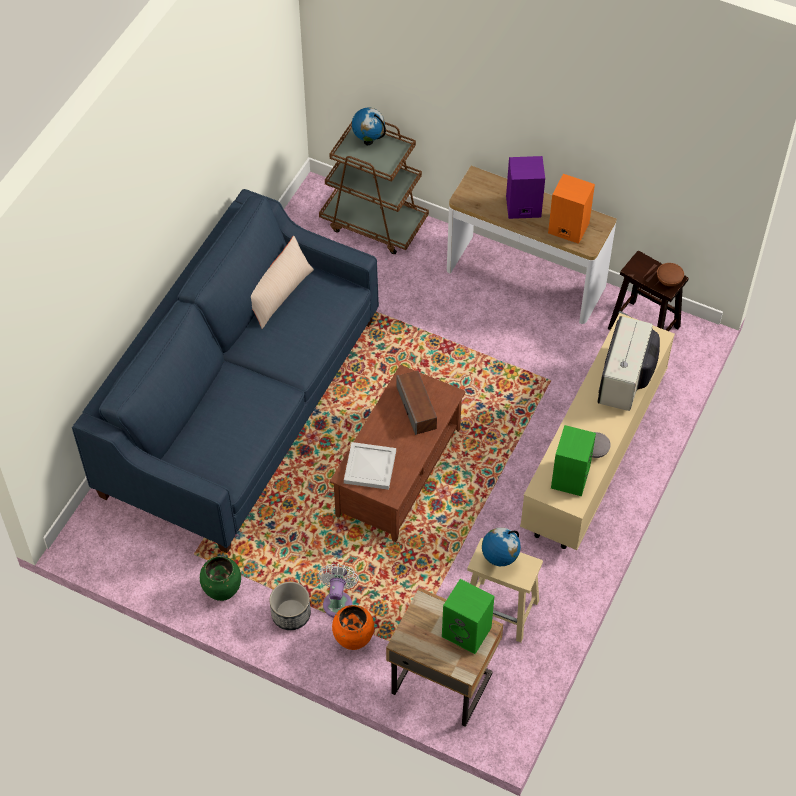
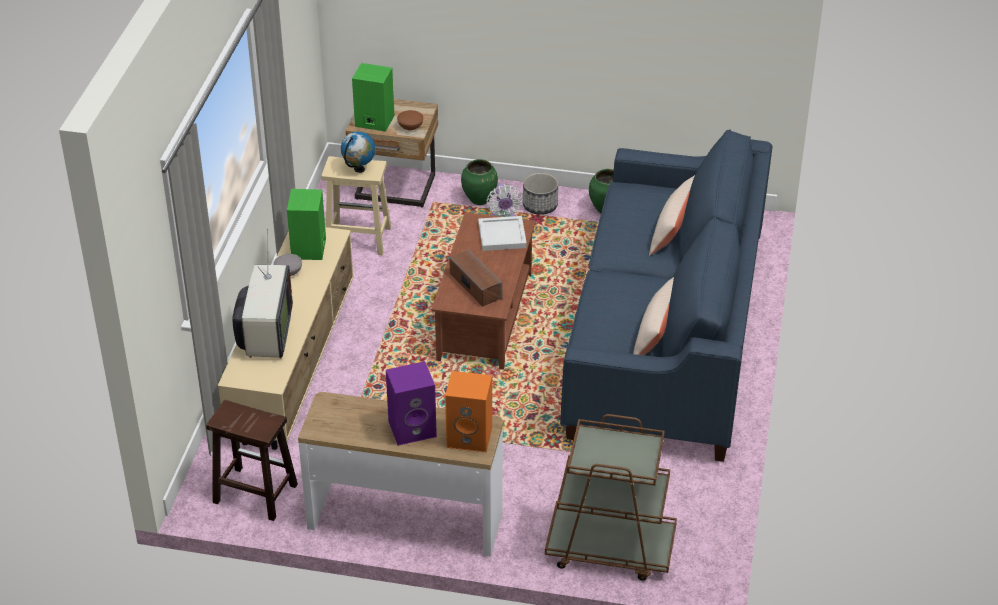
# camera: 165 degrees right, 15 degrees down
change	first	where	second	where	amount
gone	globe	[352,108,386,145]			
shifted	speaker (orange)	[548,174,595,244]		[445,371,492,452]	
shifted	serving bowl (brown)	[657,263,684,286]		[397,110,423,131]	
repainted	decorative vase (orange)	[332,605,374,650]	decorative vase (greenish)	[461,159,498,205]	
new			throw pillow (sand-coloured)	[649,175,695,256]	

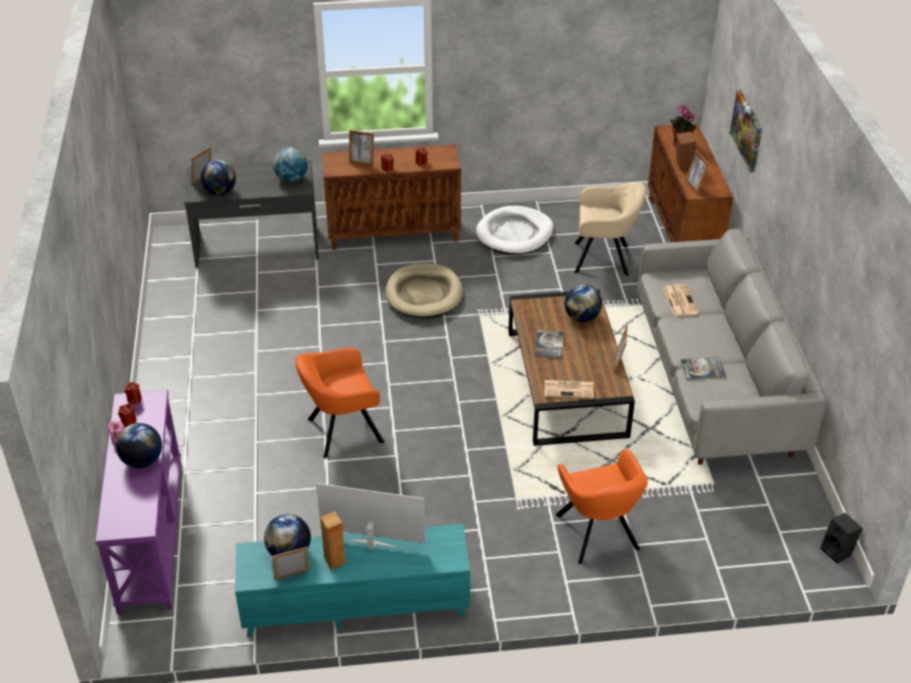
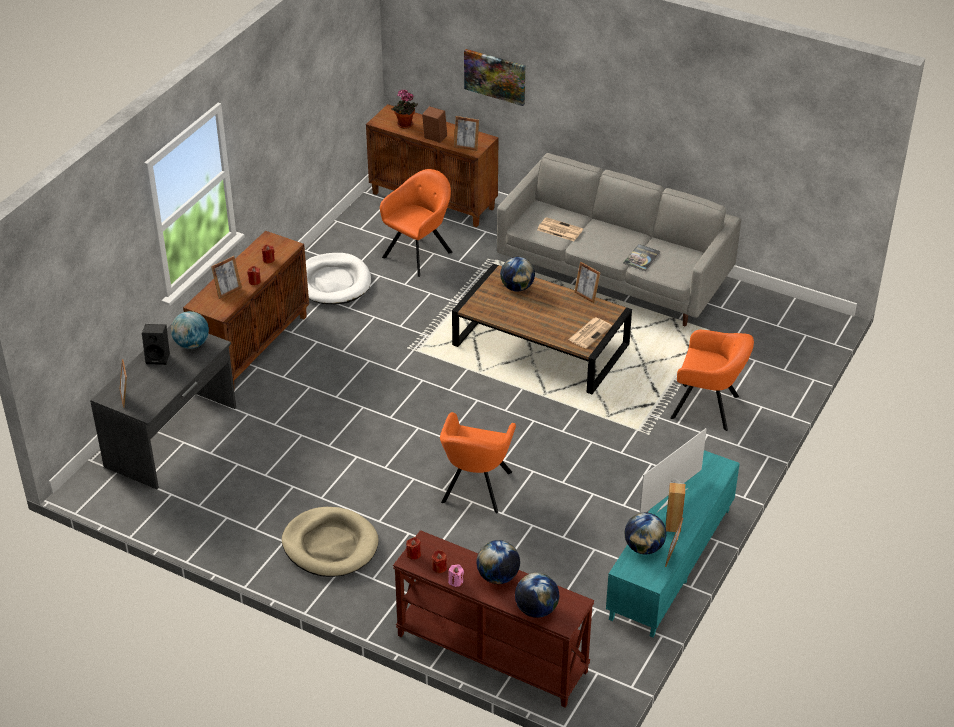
# camera: 55 degrees left, 0 degrees up
change	first	where	second	where	amount
shifted	globe	[201,160,236,195]		[515,573,559,618]	
repainted	armchair (sand-coloured)	[574,182,646,276]	armchair (orange)	[380,169,453,277]	
shifted	dog bed (sand-coloured)	[386,263,463,318]		[282,507,379,577]	
gone	volume	[534,330,565,358]			
repainted	console table (purplish)	[95,390,182,615]	console table (brown)	[393,530,594,708]	
shifted	speaker (black-coloured)	[821,513,863,564]		[142,324,170,365]	

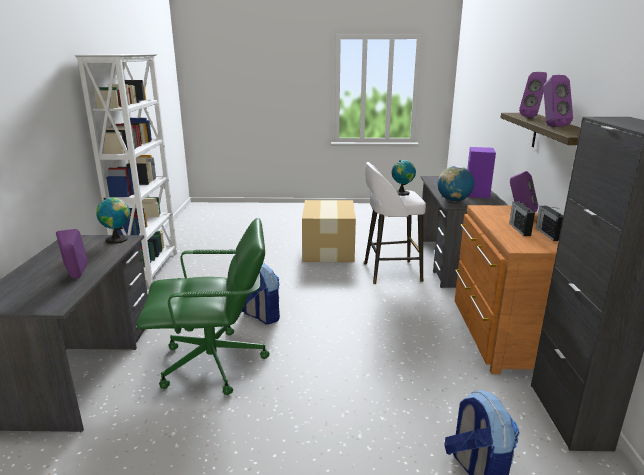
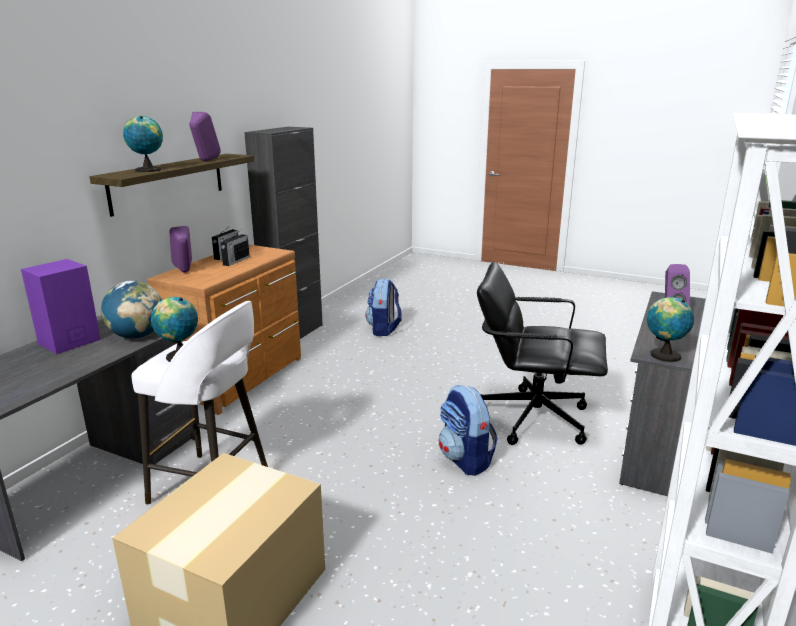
# camera: 155 degrees left, 0 degrees up
change	first	where	second	where	amount
swapped	speaker (purplish)	[519,72,547,118]	globe	[123,116,163,172]	
repainted	desk chair (greenish)	[137,218,269,395]	desk chair (black-coloured)	[477,262,608,445]	

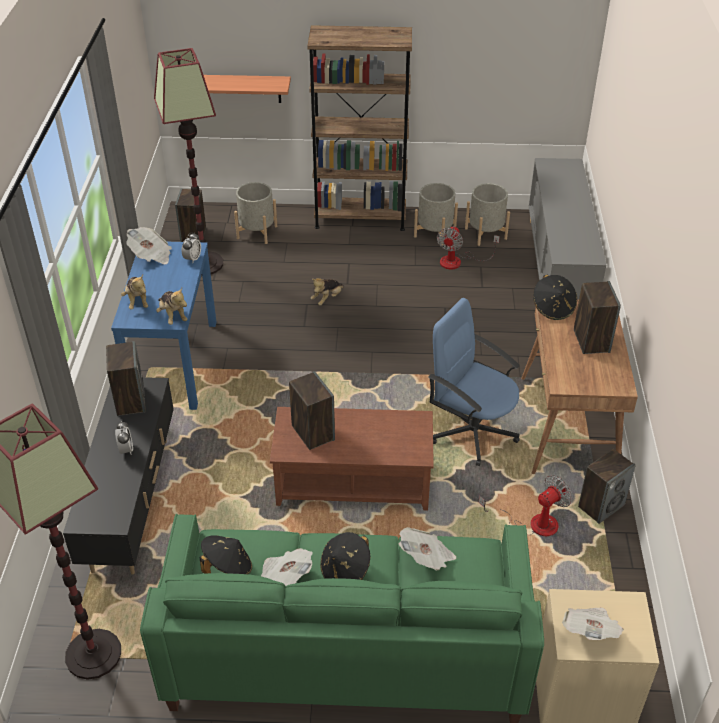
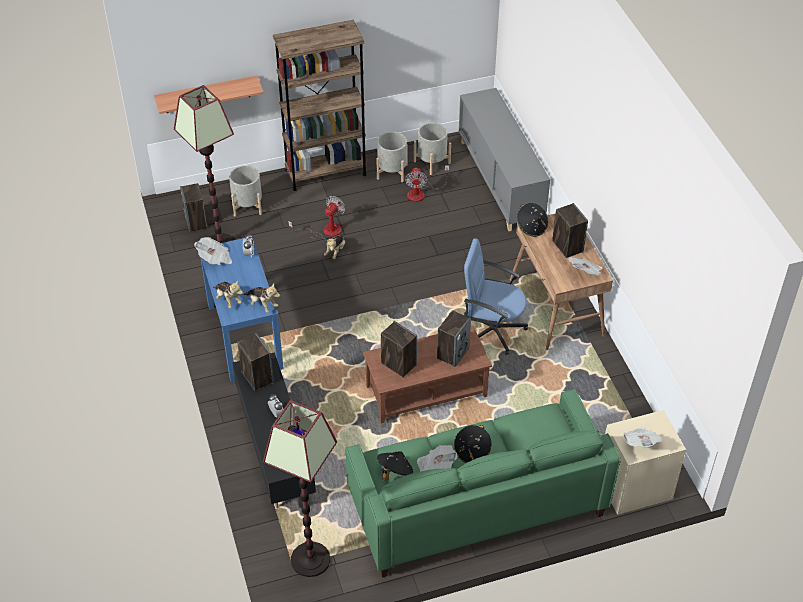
# camera: 20 degrees left, 5 degrees up
change	first	where	second	where	amount
shifted	speaker	[578,449,636,524]		[437,310,471,367]	
shifted	fan	[478,475,572,536]		[288,196,345,239]	
shifted	newspaper	[398,527,456,570]		[568,257,603,276]	

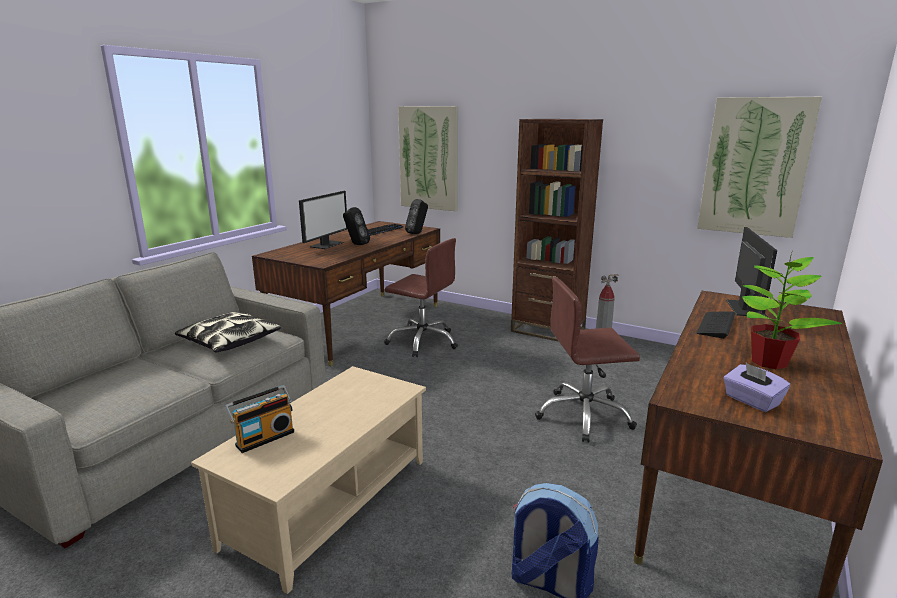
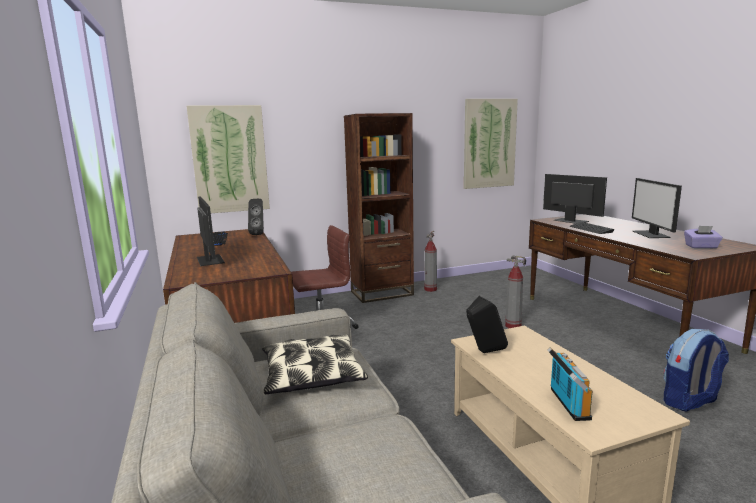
# camera: 50 degrees left, 5 degrees down
change	first	where	second	where	amount
shifted	speaker (black-coloured)	[343,207,370,245]		[466,296,508,353]	
swapped	potted plant	[742,250,842,369]	computer screen	[632,178,682,238]	
swapped	desk chair (brown)	[535,277,640,443]	fire-fighting cylinder	[505,255,526,328]	

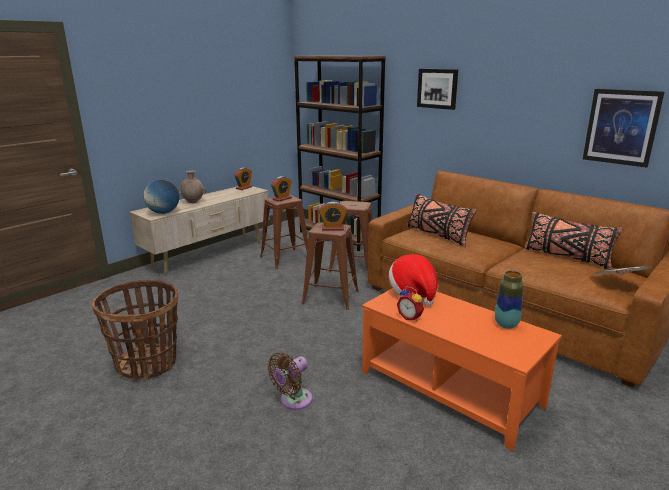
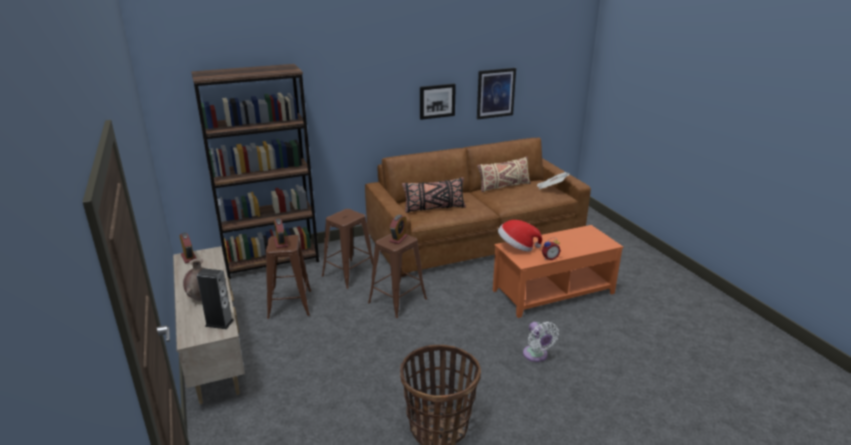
# camera: 65 degrees left, 5 degrees up
change	first	where	second	where	amount
shifted	wall art	[417,69,458,110]		[420,83,456,120]	
swapped	globe	[144,180,179,214]	speaker	[197,268,234,329]	
repainted	throw pillow (black-coloured)	[525,212,623,270]	throw pillow (sand-coloured)	[477,156,531,192]	
gone	decorative vase	[495,271,524,329]			
repainted	fan (brown)	[267,353,313,410]	fan (whitish)	[523,322,559,362]	

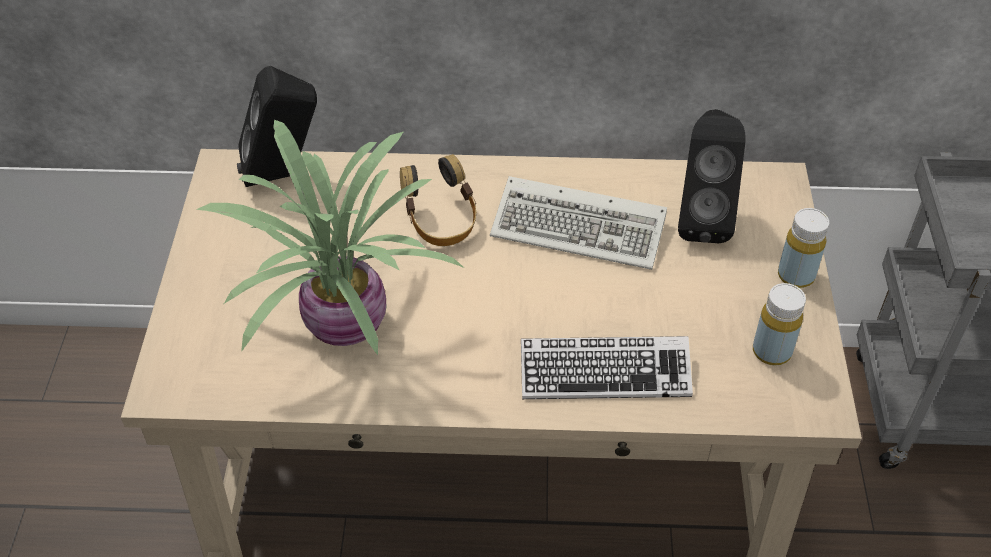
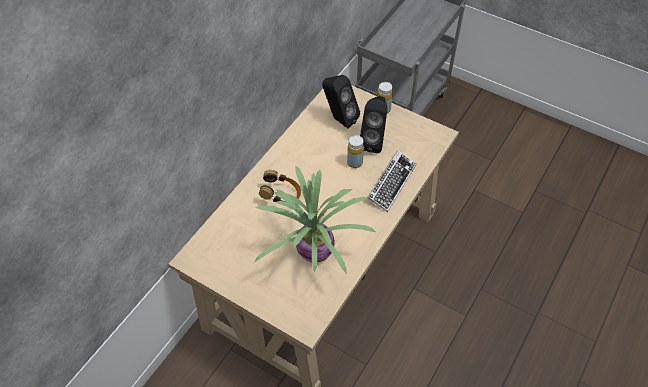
# camera: 60 degrees left, 5 degrees up
change	first	where	second	where	amount
shifted	speaker (black-coloured)	[237,66,317,187]		[360,96,387,153]	
gone	keyboard	[490,176,667,270]			
shifted	drink bottle (yellow)	[753,283,806,365]		[347,135,364,168]	

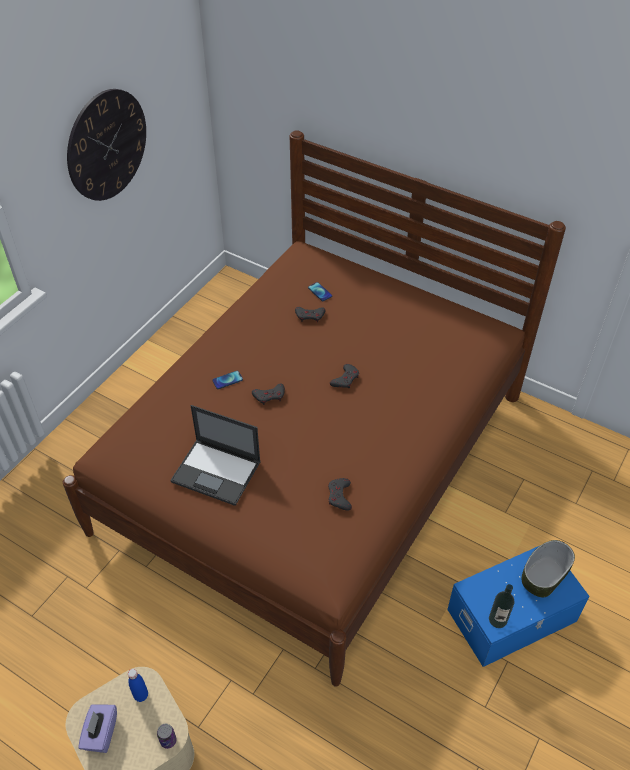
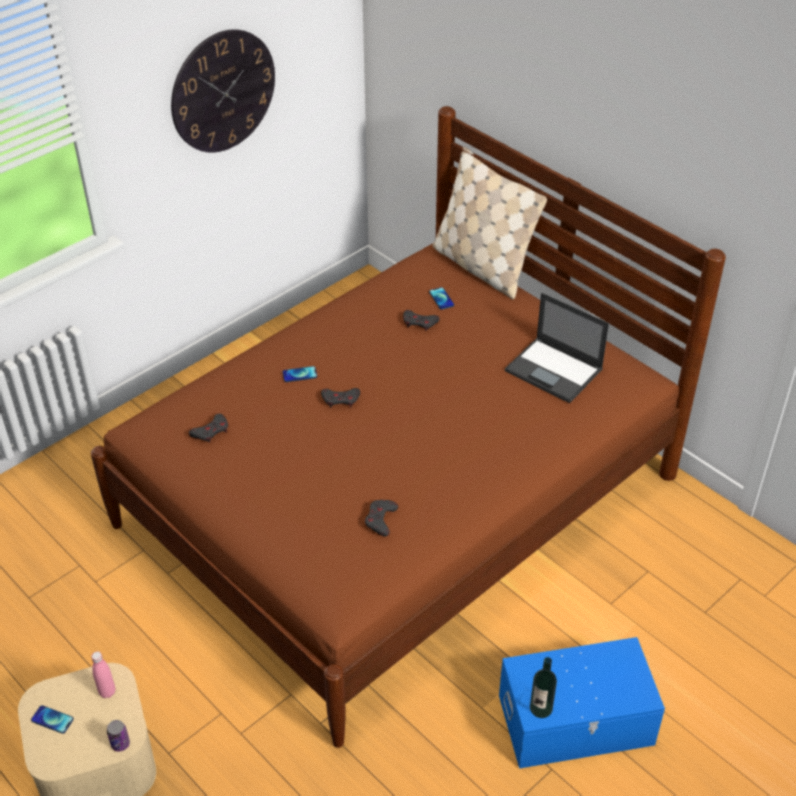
# camera: 15 degrees right, 5 degrees down
change	first	where	second	where	amount
shifted	joypad (gray)	[330,364,359,389]		[189,414,228,443]	
shifted	notebook computer	[170,405,261,506]		[505,293,609,403]	
gone	serving bowl	[522,540,575,597]			
repainted	drink bottle (blue)	[128,669,148,702]	drink bottle (pinkish)	[91,651,115,698]	
swapped	box of tissues (purplish)	[78,704,117,753]	handset	[31,705,74,734]	
new			throw pillow (sand-coloured)	[432,147,547,299]	

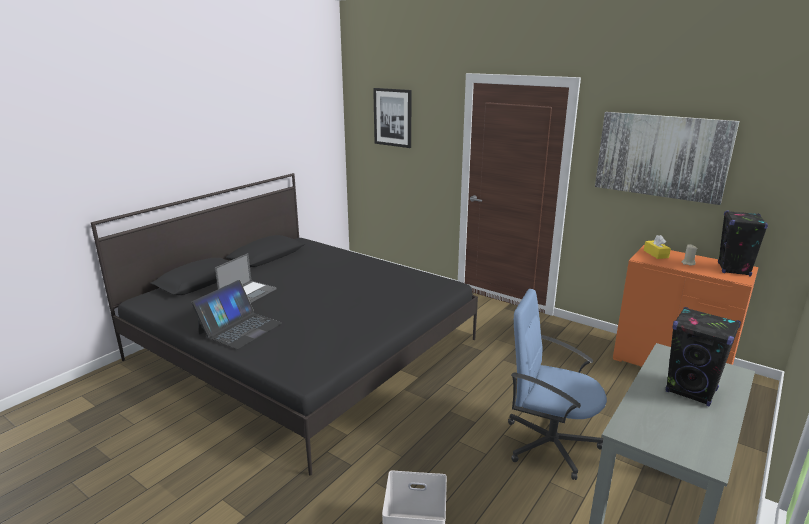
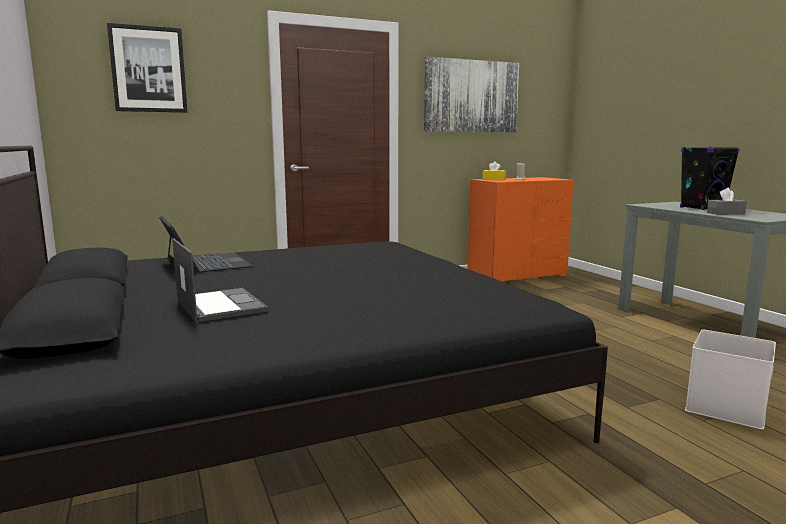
# camera: 60 degrees left, 10 degrees down
change	first	where	second	where	amount
gone	speaker (black-coloured)	[718,211,768,276]			
shifted	notebook computer	[191,280,282,349]		[159,216,253,272]	
gone	desk chair (blue)	[508,289,607,480]			
new			box of tissues (gray)	[707,188,747,215]	

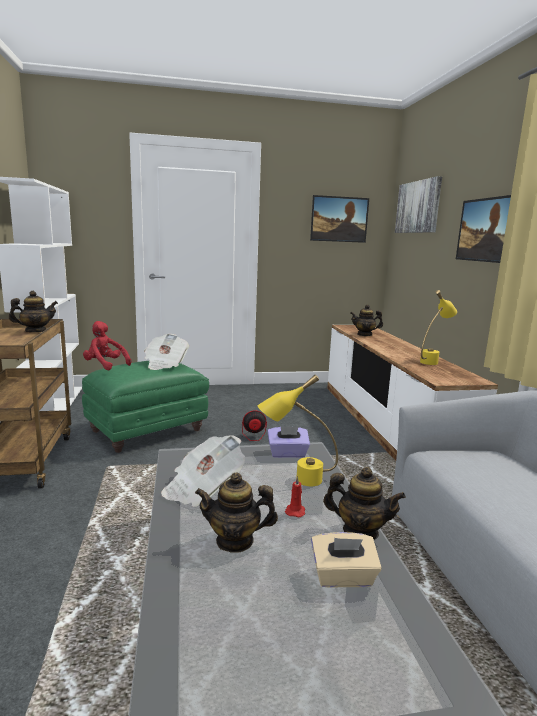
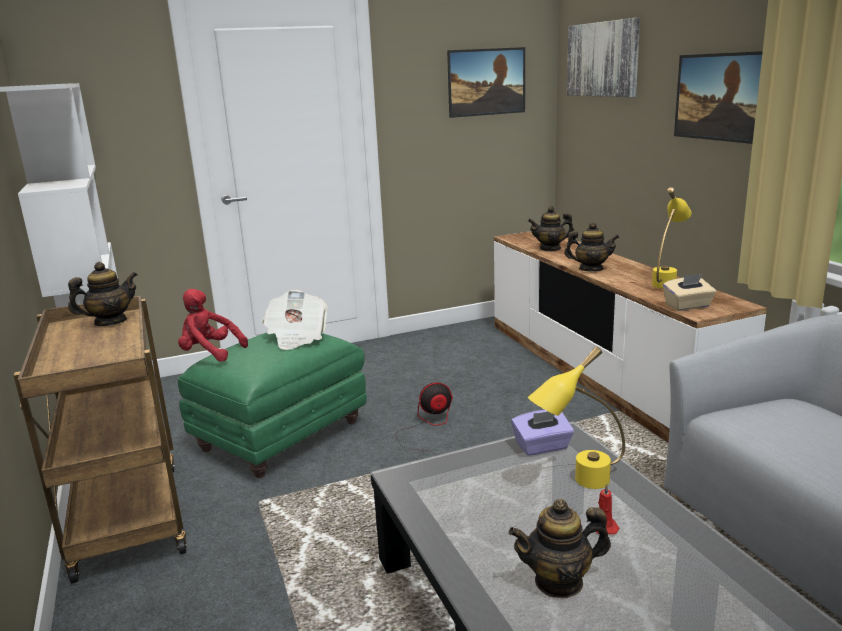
# camera: 10 degrees left, 5 degrees up
change	first	where	second	where	amount
gone	newspaper	[161,435,245,507]			
shifted	teapot	[323,467,406,540]		[564,222,619,272]	
shifted	box of tissues (sand-coloured)	[311,532,382,588]		[663,274,716,311]	

